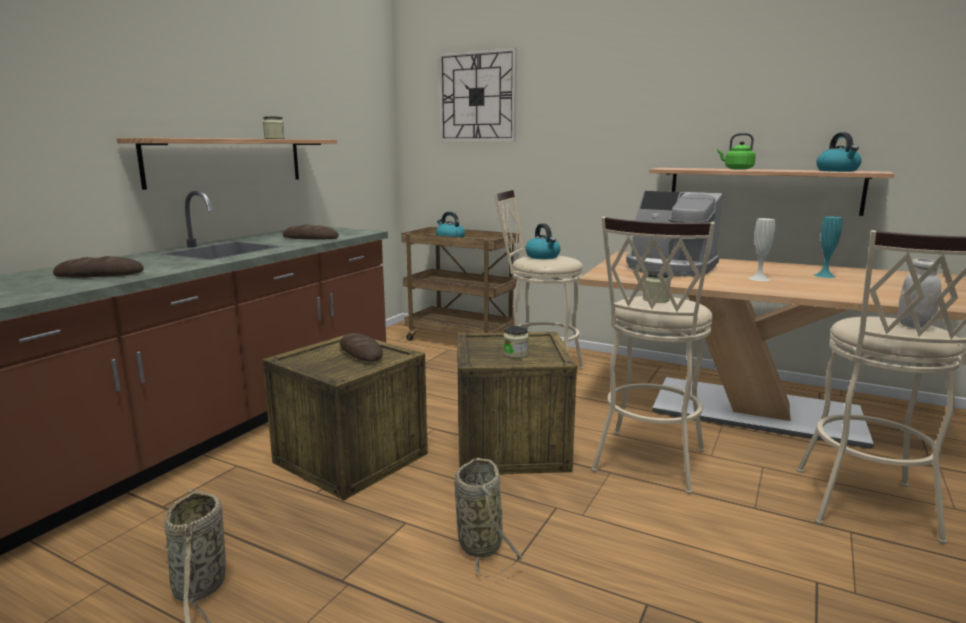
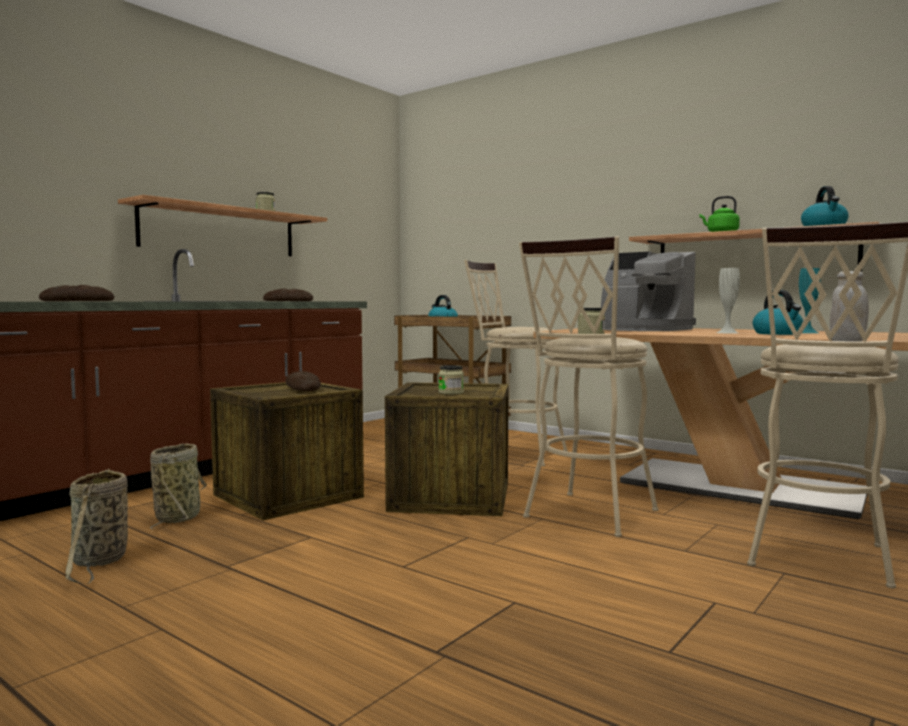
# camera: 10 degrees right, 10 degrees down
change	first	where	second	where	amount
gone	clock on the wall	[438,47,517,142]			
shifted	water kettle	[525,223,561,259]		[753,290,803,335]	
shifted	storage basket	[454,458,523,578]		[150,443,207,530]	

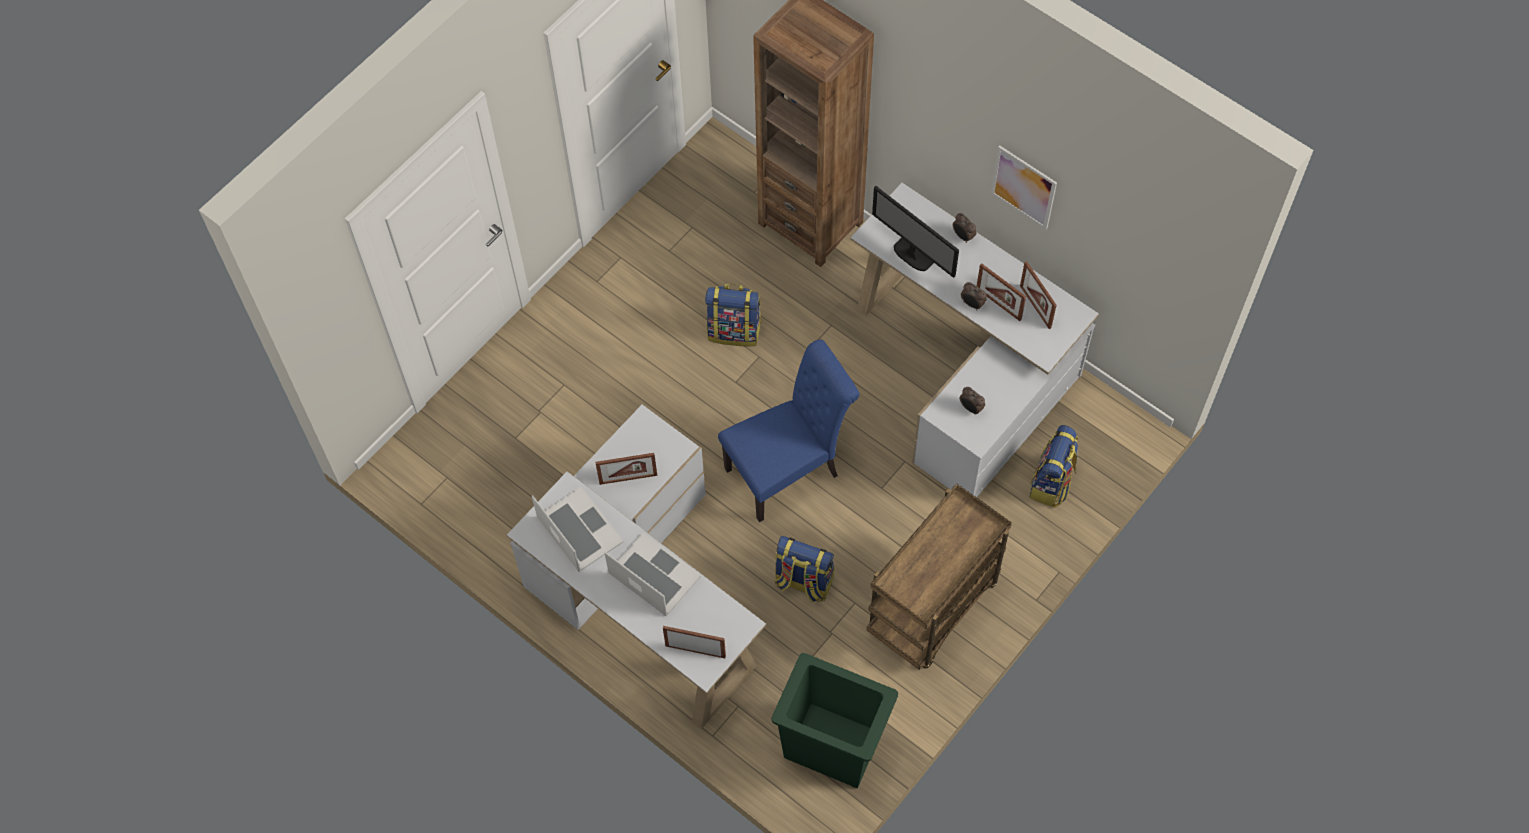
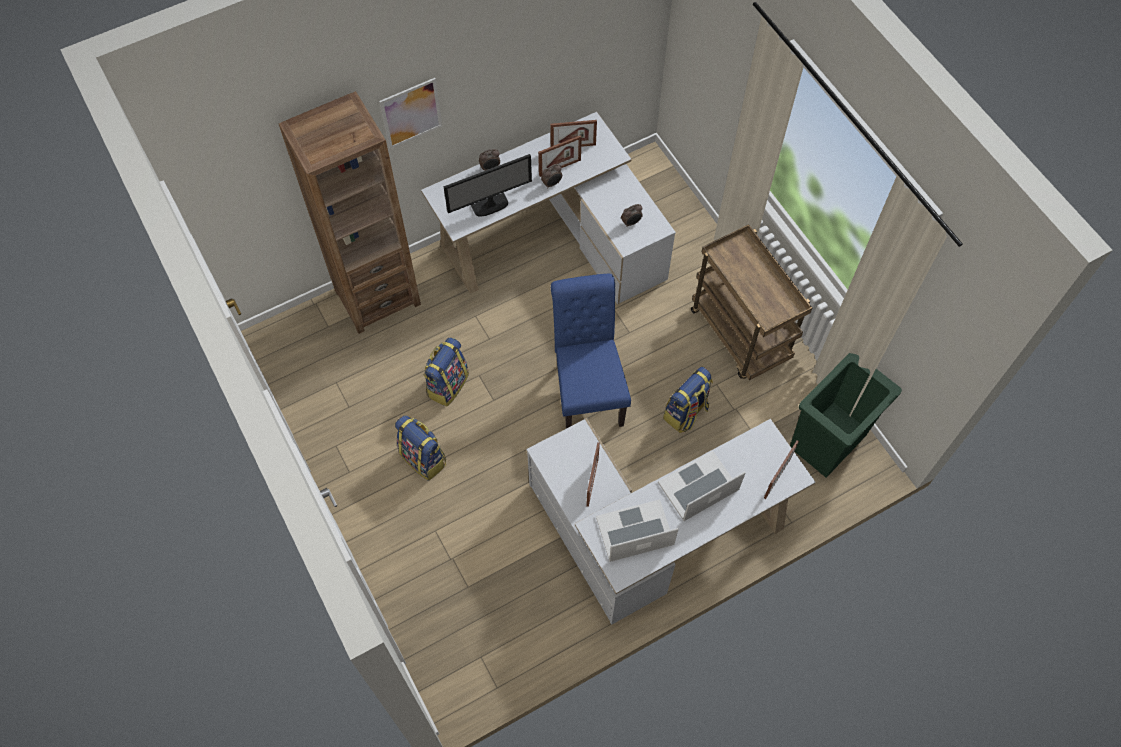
# camera: 70 degrees left, 0 degrees up
change	first	where	second	where	amount
shifted	wall art	[991,145,1057,229]		[379,78,442,149]	
shifted	rucksack	[1029,425,1079,508]		[395,415,446,481]	

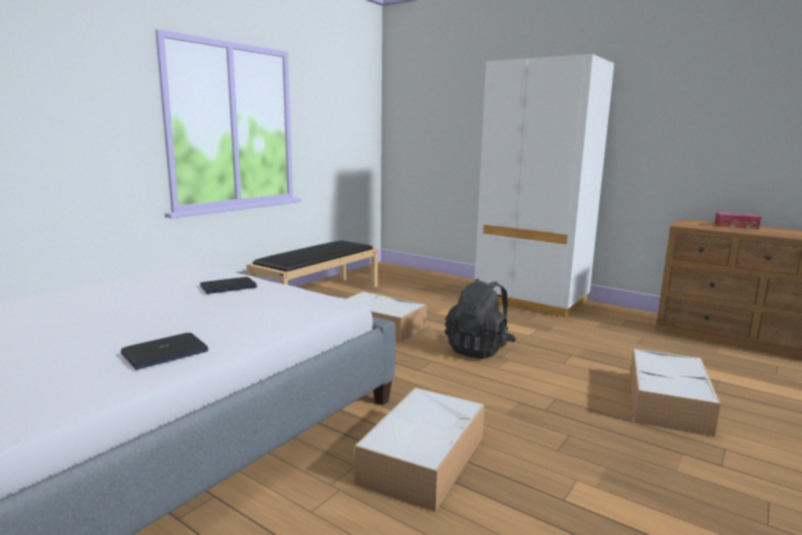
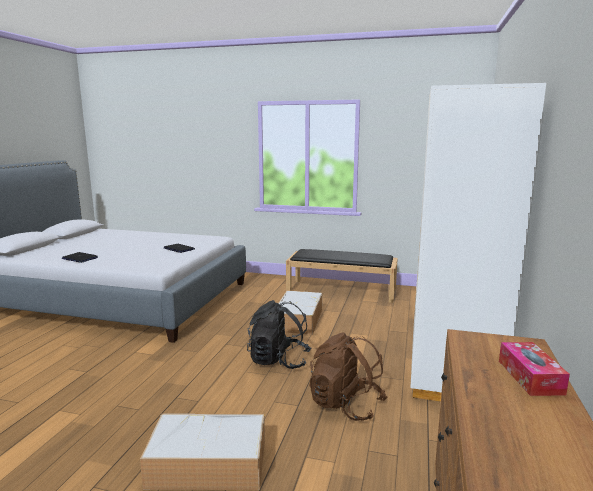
# camera: 70 degrees right, 0 degrees up
change	first	where	second	where	amount
gone	storage container	[355,387,485,512]			
new			rucksack (brown)	[310,332,387,421]	

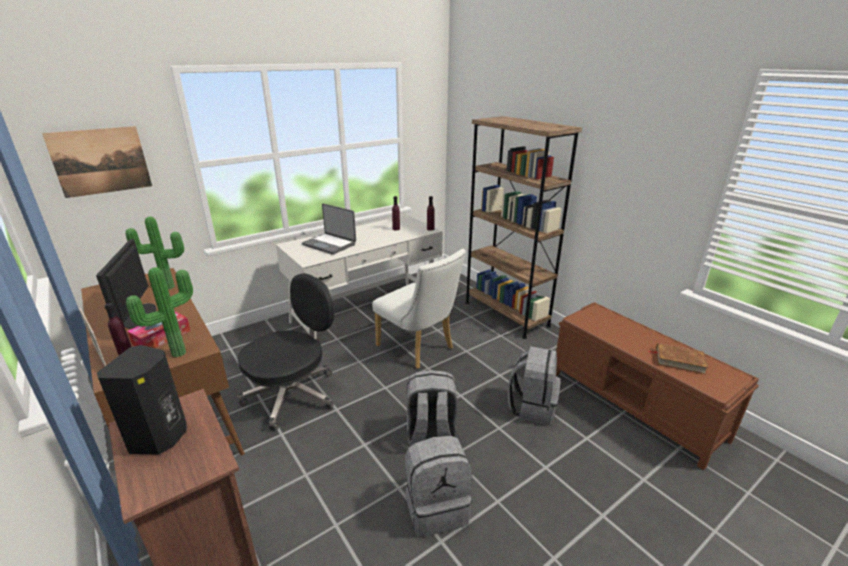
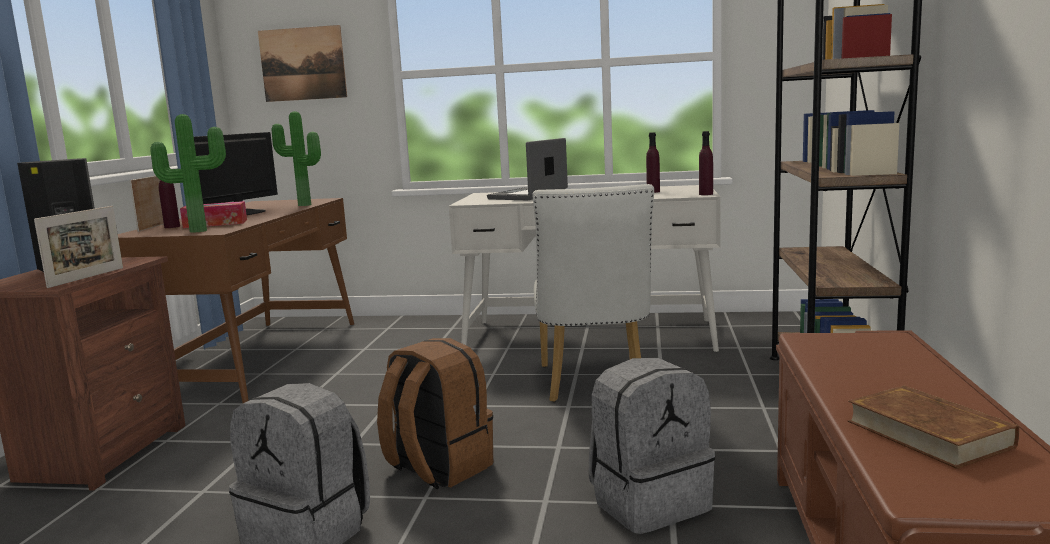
# camera: 45 degrees right, 15 degrees down
change	first	where	second	where	amount
rotated	notebook computer	[302,203,356,255]		[487,138,568,200]	45 degrees clockwise
gone	desk chair (black-coloured)	[237,273,335,431]			
repainted	rucksack (gray)	[407,370,458,446]	rucksack (brown)	[377,338,493,489]	
new			photo frame	[34,206,123,288]	

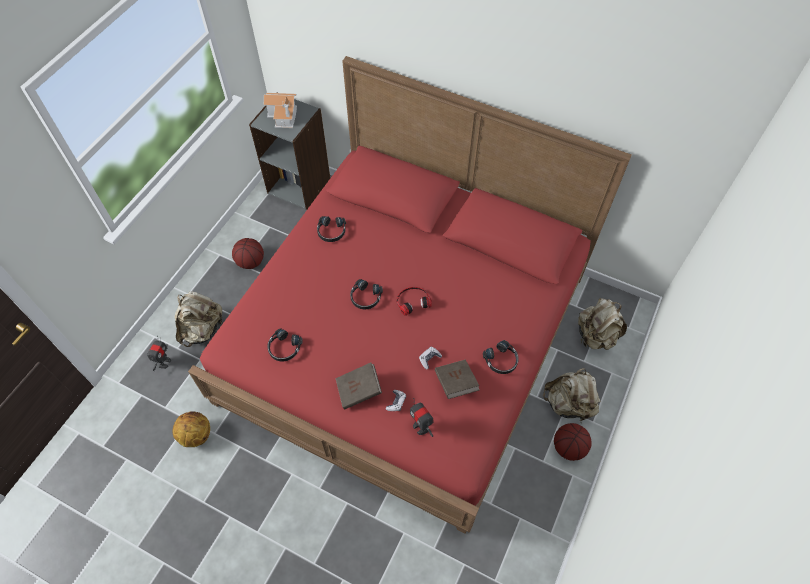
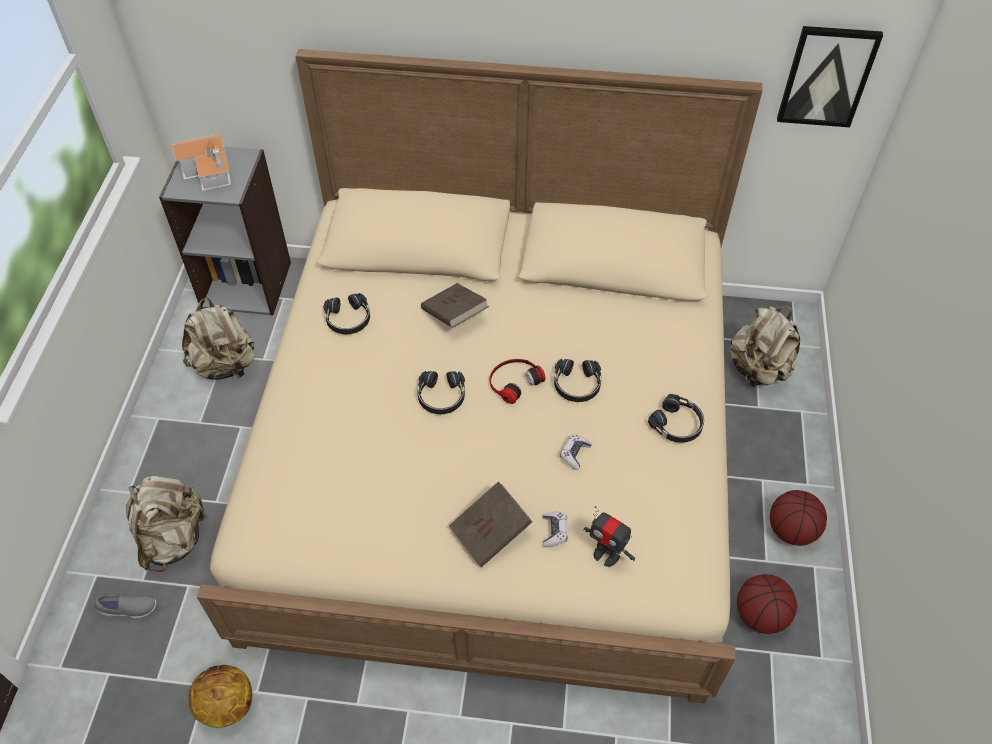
# camera: 20 degrees left, 5 degrees down
change	first	where	second	where	amount
repainted	bedroom bed (red)	[188,56,632,534]	bedroom bed (sand-coloured)	[197,49,763,703]	
shifted	basketball	[232,238,264,269]		[737,574,797,634]	
shifted	headset (black-coloured)	[267,328,302,361]		[554,359,601,402]	
swapped	model robot	[147,336,171,371]	item of footwear (gray)	[94,595,156,618]	
shifted	volume (brown)	[435,360,480,399]		[421,283,489,328]	
shifted	rucksack (sand-coloured)	[543,368,601,424]		[182,297,255,380]	
new			wall art	[777,26,883,127]	

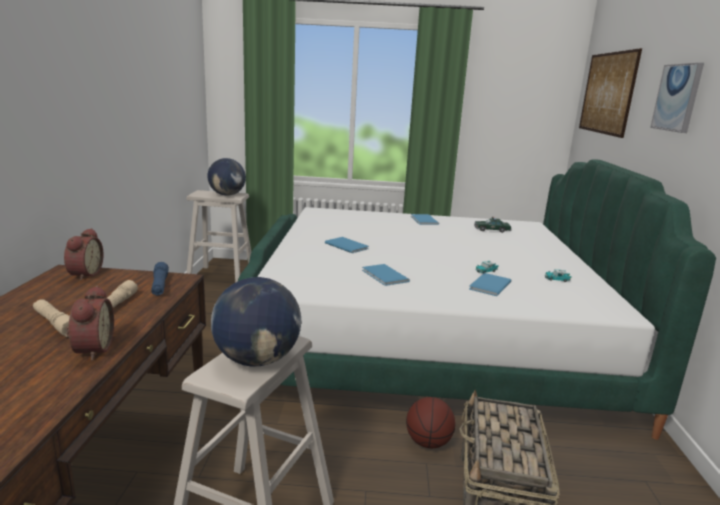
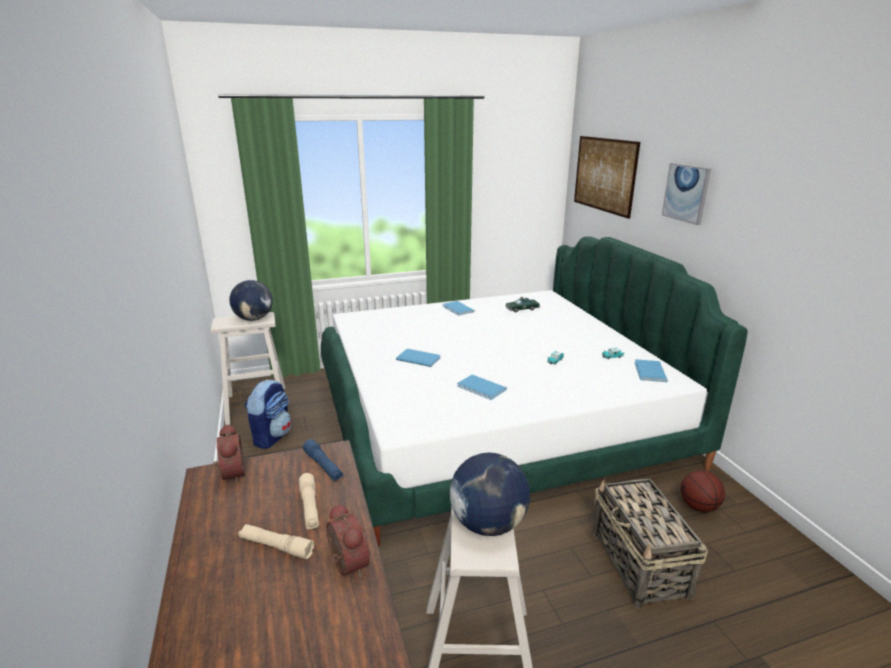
# camera: 20 degrees left, 5 degrees up
change	first	where	second	where	amount
shifted	volume (blue)	[469,273,512,296]		[635,359,668,382]	
shifted	basketball	[406,397,455,448]		[681,470,725,512]	
new			rucksack	[245,380,291,449]	

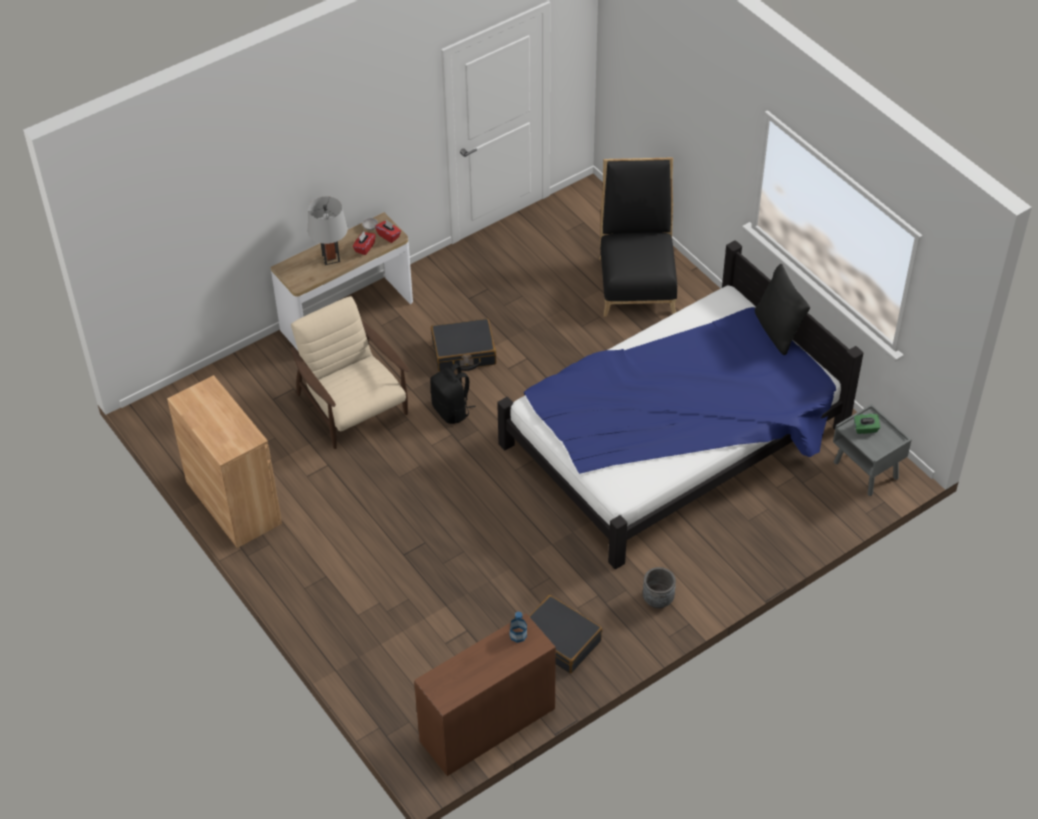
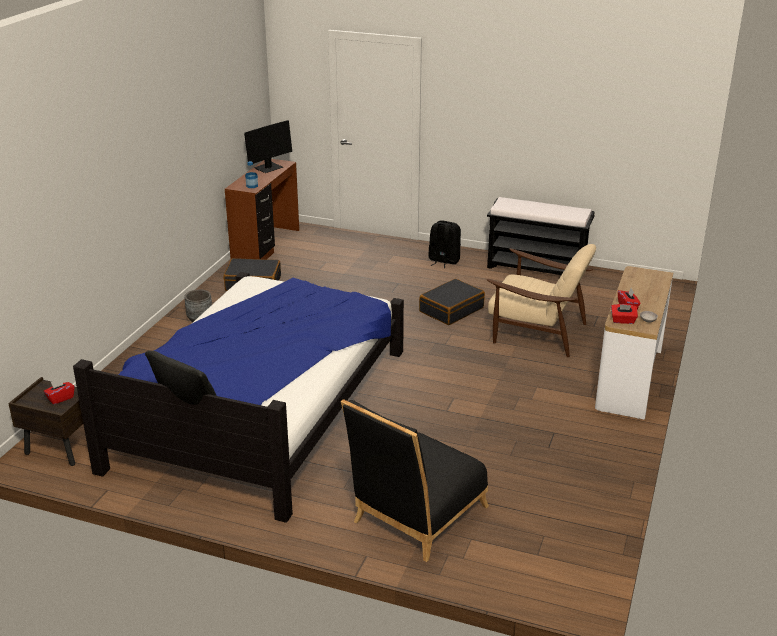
# camera: 145 degrees right, 20 degrees down
change	first	where	second	where	amount
rotated	chair (black-coloured)	[599,157,677,317]		[341,399,489,562]	75 degrees clockwise
gone	tabletop lamp (gray)	[308,196,348,265]			
shifted	piece of luggage (black-coloured)	[431,318,496,371]		[419,279,485,325]	
shifted	rucksack (black-coloured)	[430,363,476,424]		[428,221,461,268]	
swapped	storage cabinet (brown)	[167,375,282,548]	bench (black-coloured)	[487,197,595,275]	
repainted	bedside table (gray)	[833,404,912,496]	bedside table (brown)	[8,377,83,466]	
repainted	box of tissues (greenish)	[854,414,880,434]	box of tissues (red)	[44,378,75,405]	
new			computer screen	[244,120,292,173]	

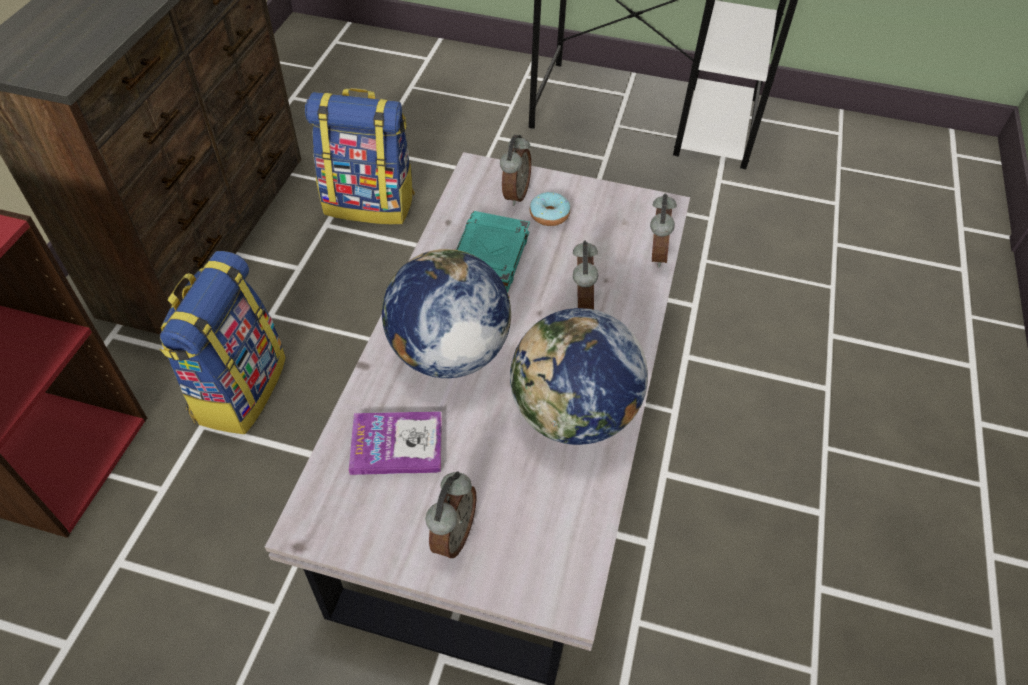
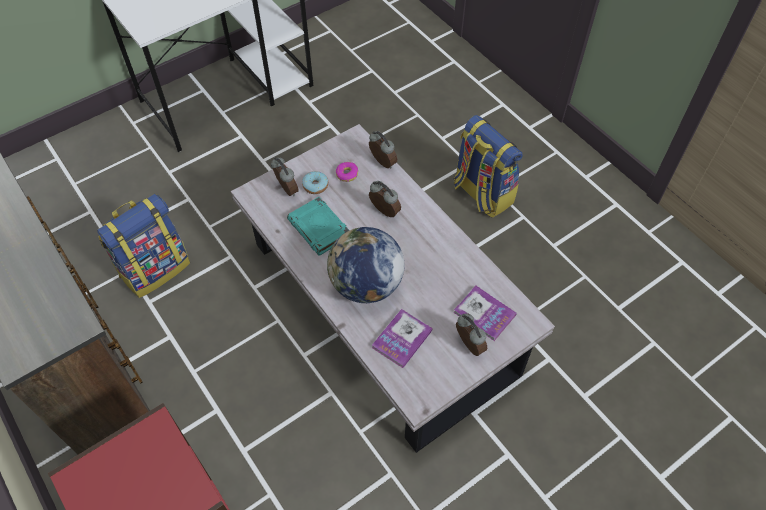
# camera: 50 degrees left, 5 degrees up
change	first	where	second	where	amount
shifted	rucksack	[159,251,286,434]		[453,115,523,218]	
gone	globe	[510,308,648,445]			
new			doughnut	[336,162,358,182]	
new			volume	[453,286,517,341]	

